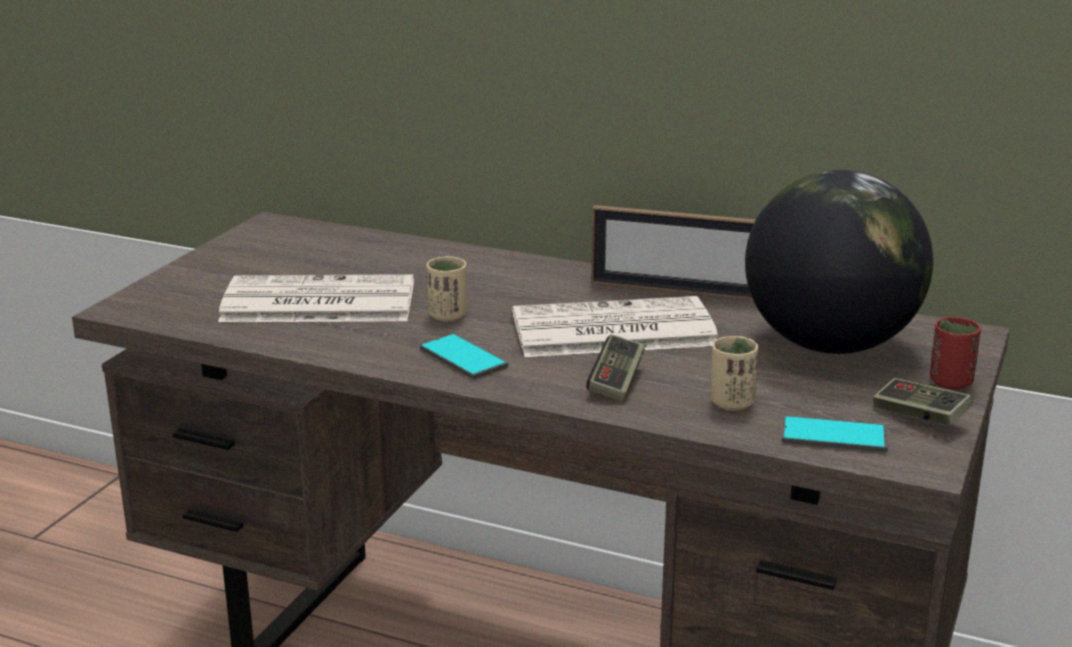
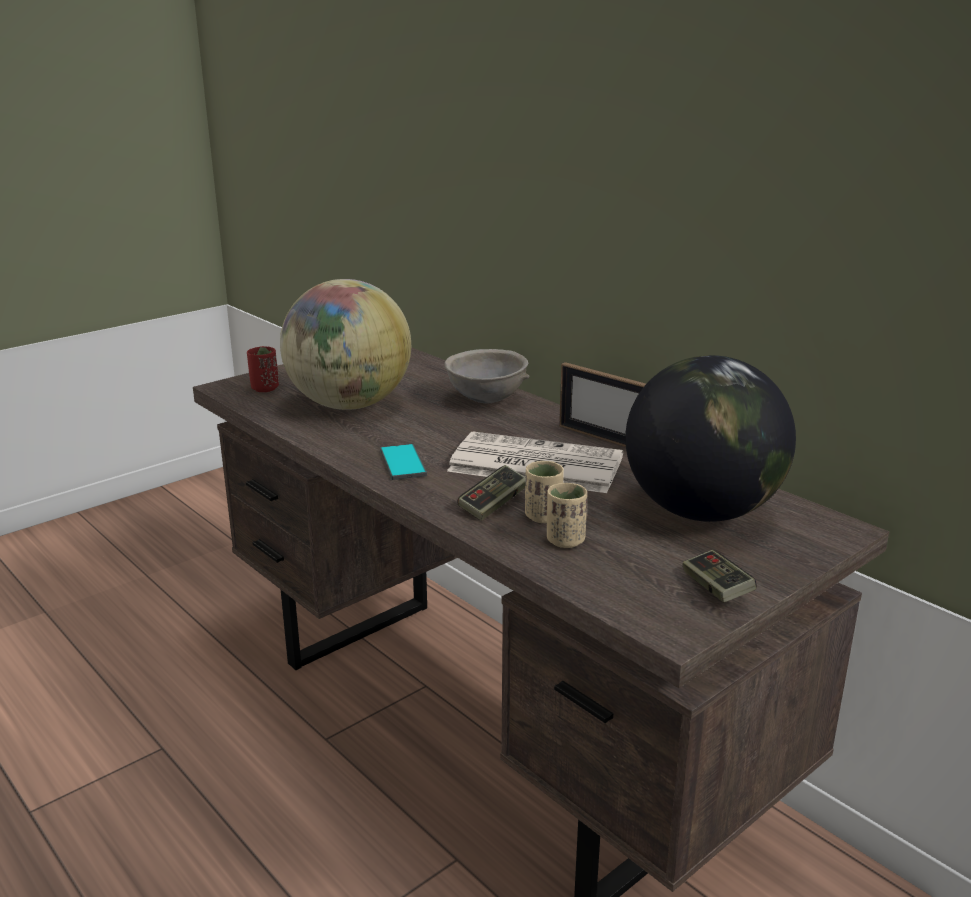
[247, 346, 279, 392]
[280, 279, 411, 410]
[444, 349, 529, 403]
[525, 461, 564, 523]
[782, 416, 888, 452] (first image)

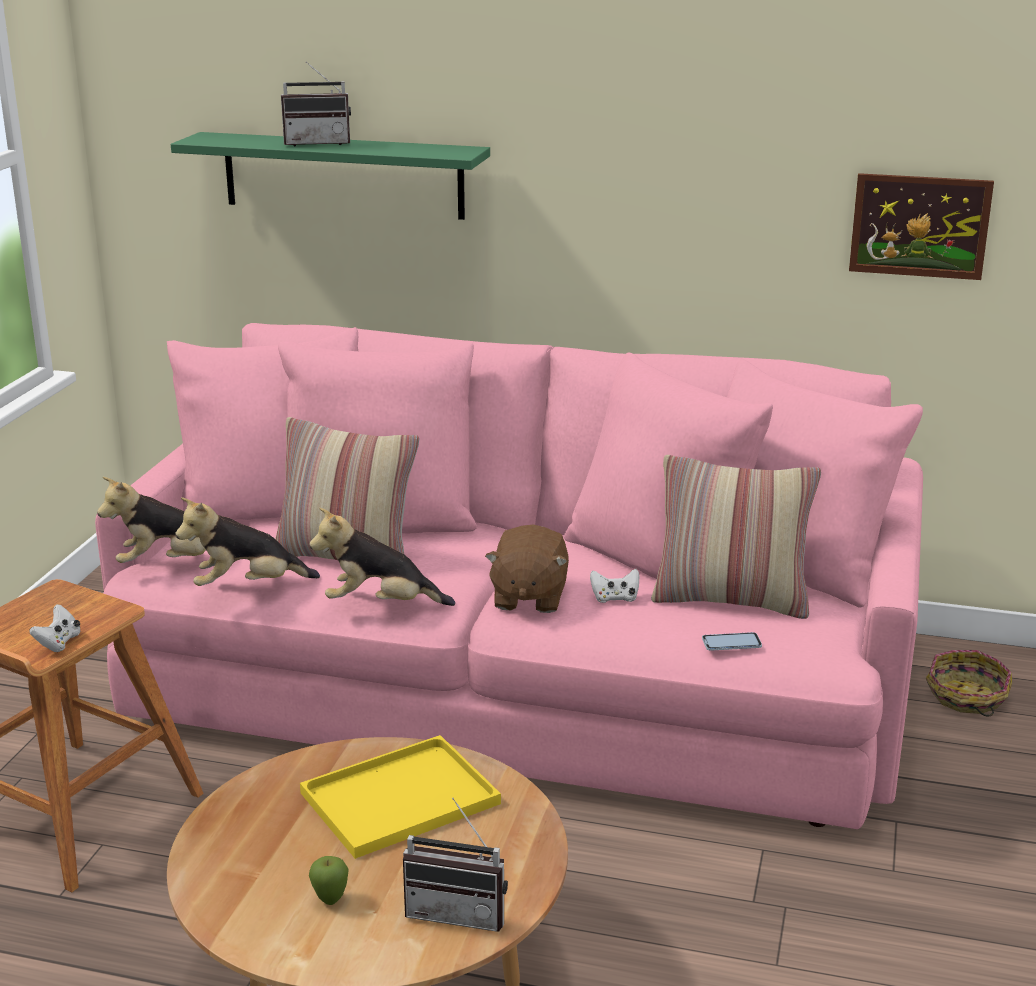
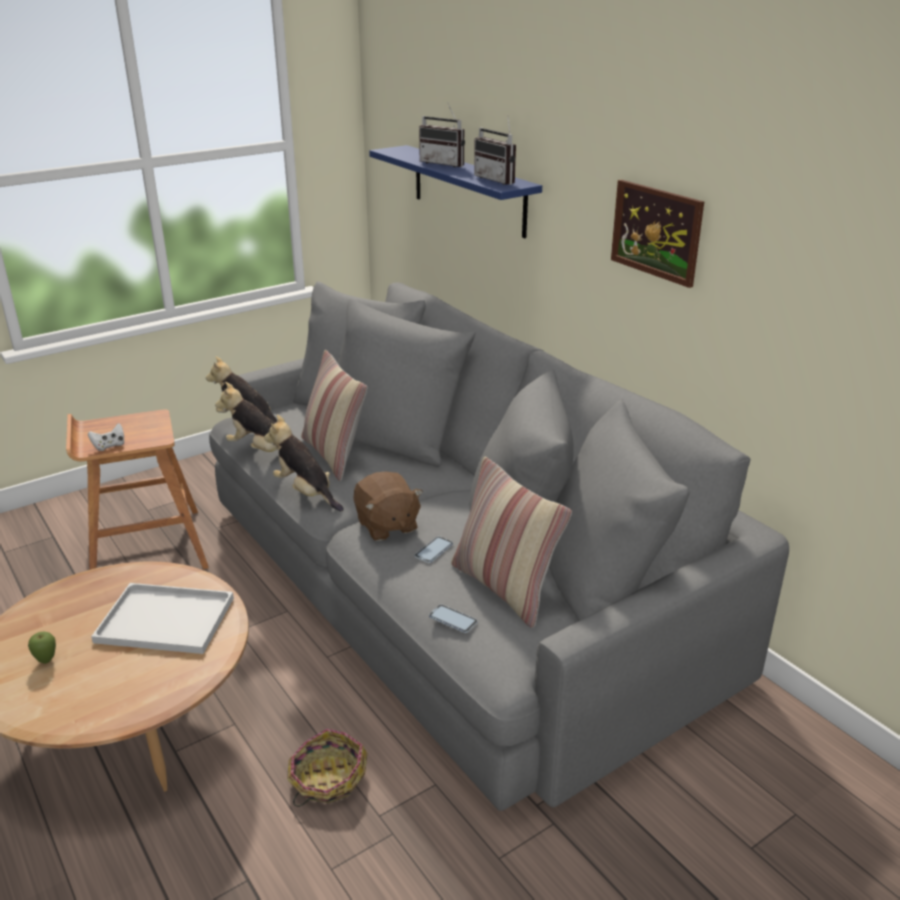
[91, 583, 234, 654]
[209, 282, 789, 811]
[287, 729, 367, 807]
[354, 472, 423, 541]
[369, 145, 542, 238]
[415, 536, 453, 563]
[474, 115, 516, 185]
[611, 180, 704, 288]

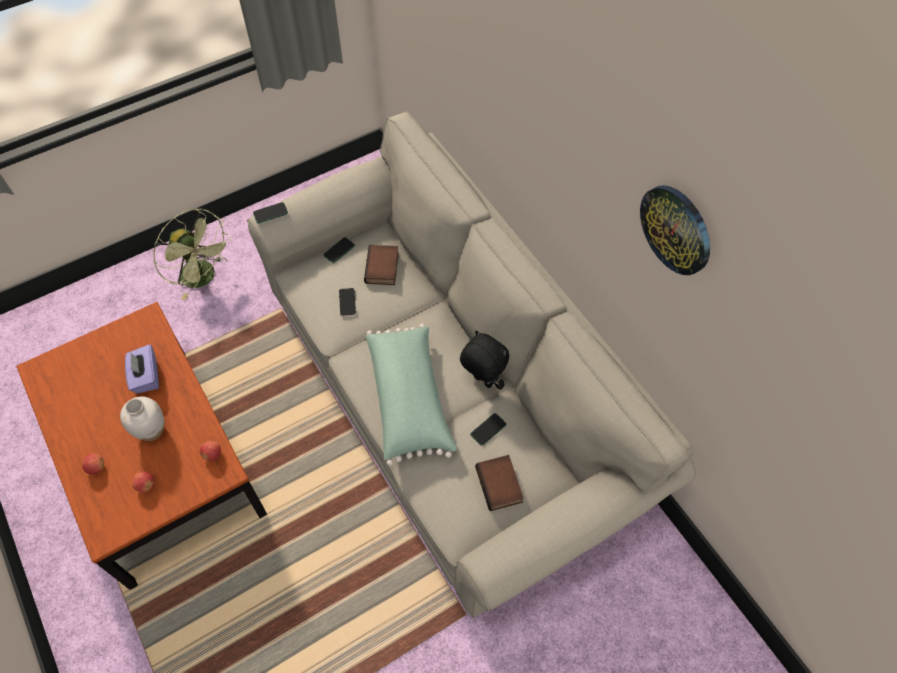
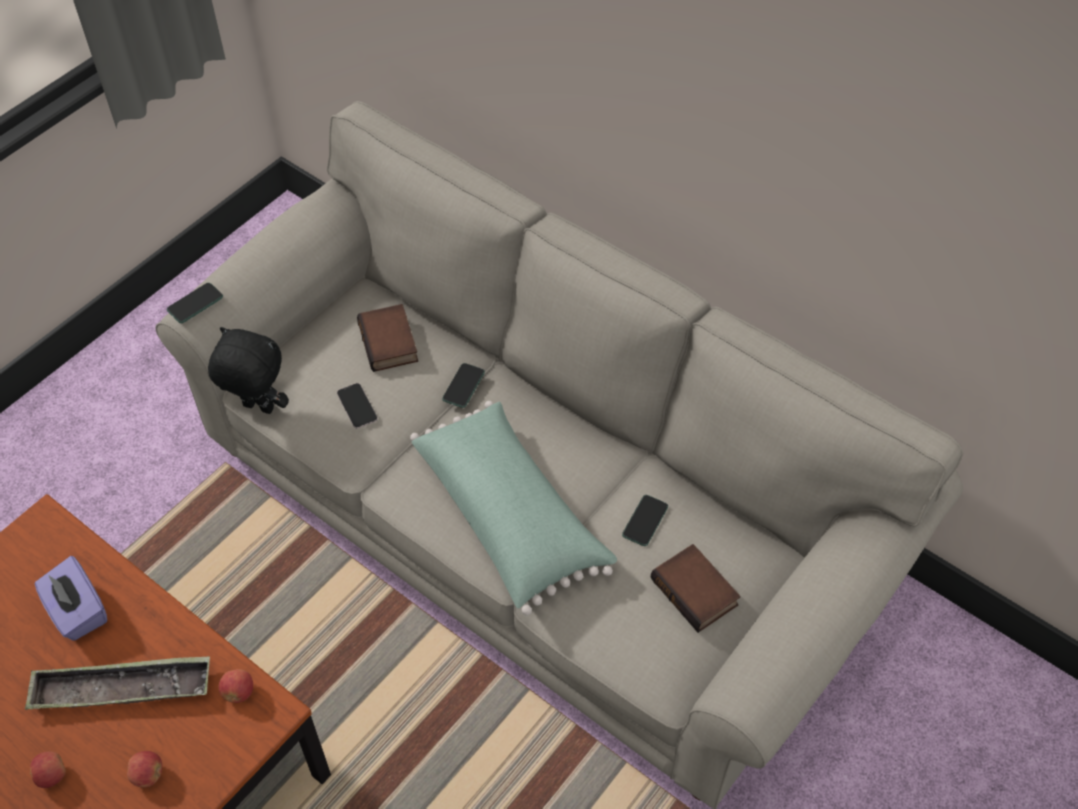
[25, 656, 210, 710]
[208, 327, 289, 414]
[442, 363, 485, 408]
[154, 208, 232, 300] (first image)
[640, 185, 710, 275] (first image)

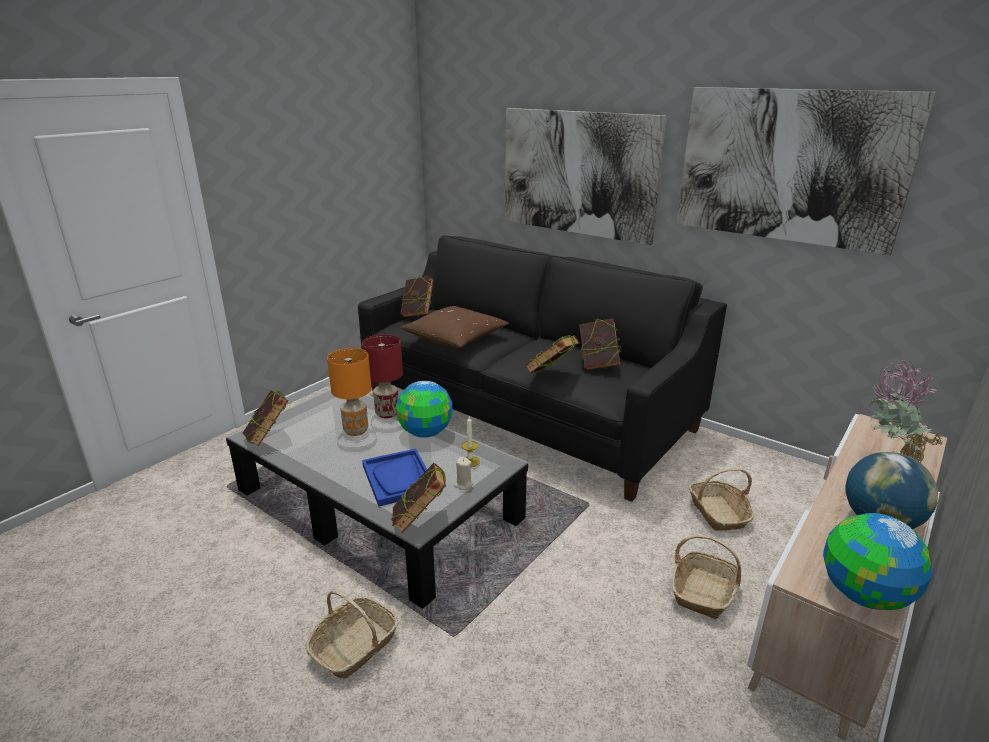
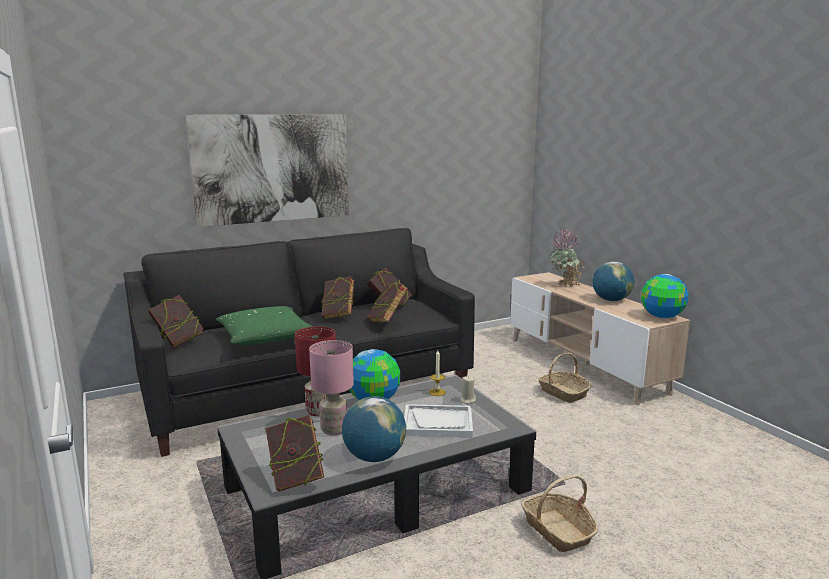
[216, 306, 314, 345]
[309, 340, 354, 436]
[321, 276, 355, 319]
[342, 396, 406, 462]
[404, 404, 473, 437]
[677, 87, 936, 255] (first image)
[689, 468, 754, 531] (first image)

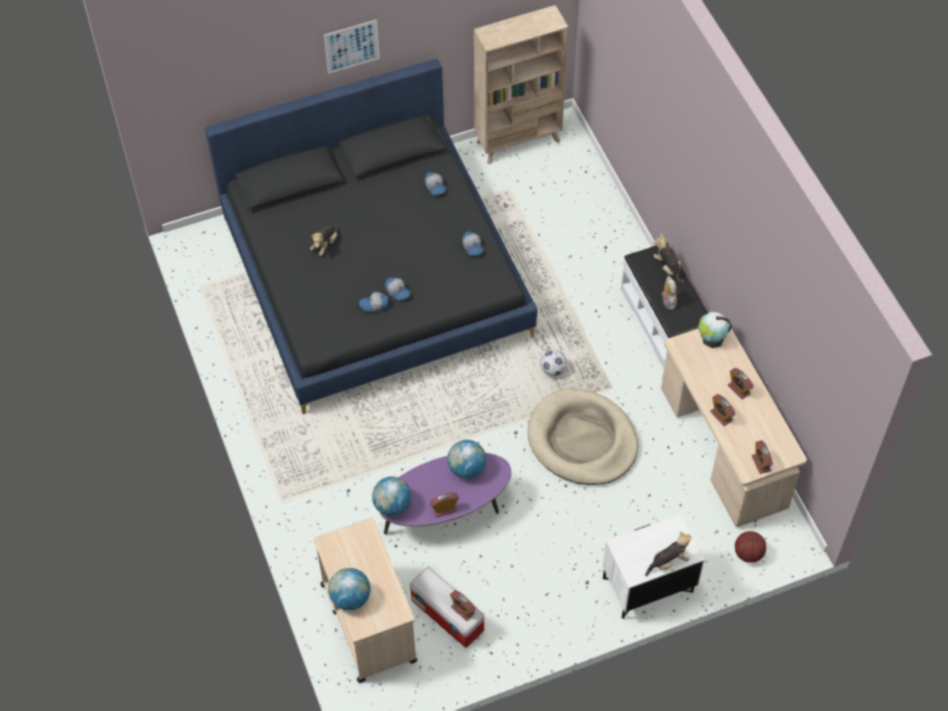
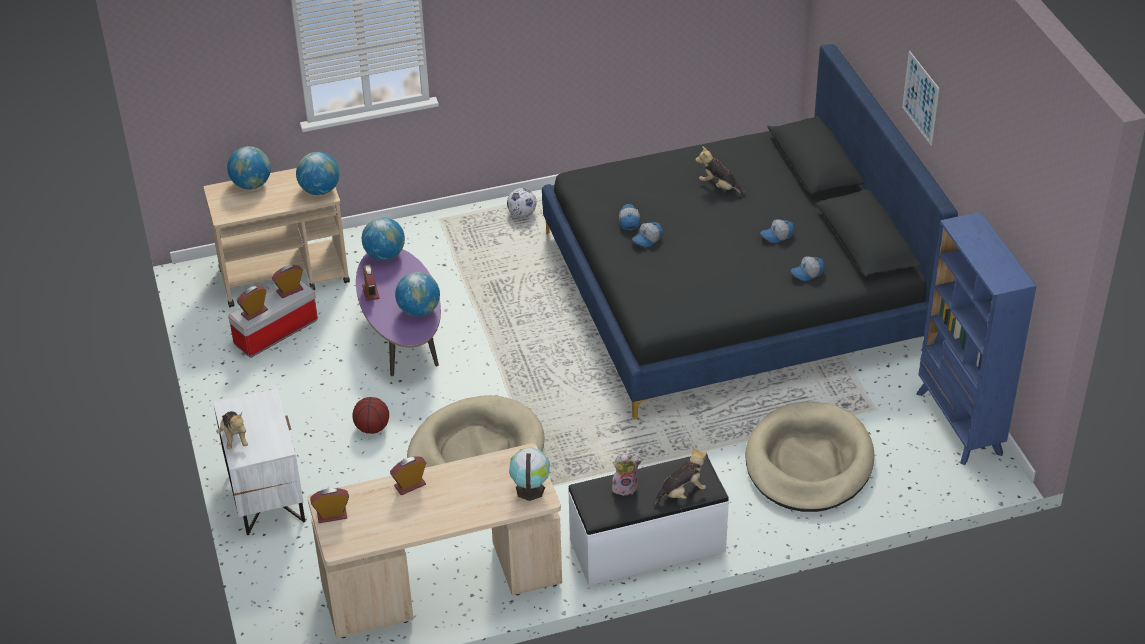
[272, 265, 303, 298]
[296, 152, 340, 195]
[352, 397, 389, 434]
[507, 188, 537, 218]
[745, 402, 874, 512]
[760, 219, 794, 243]
[916, 212, 1036, 465]

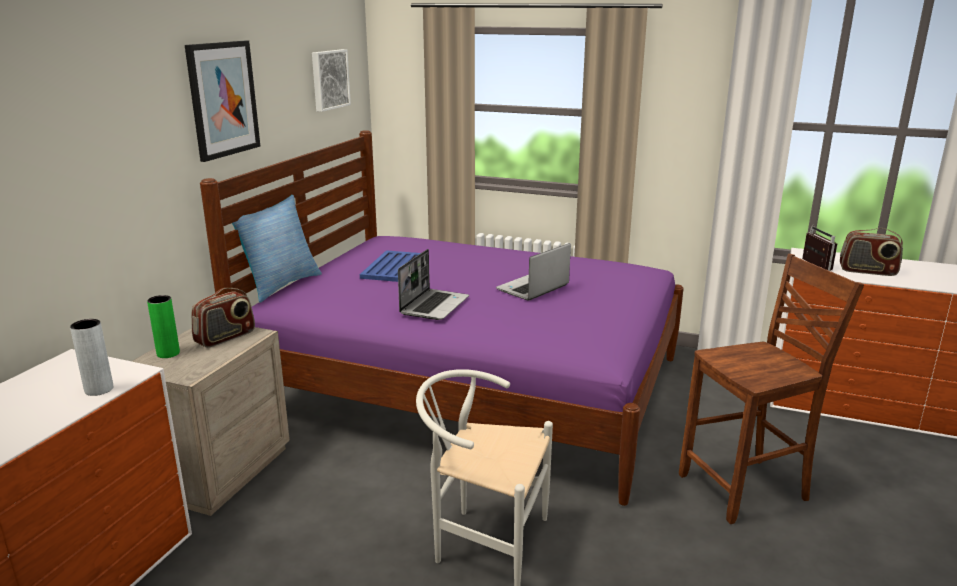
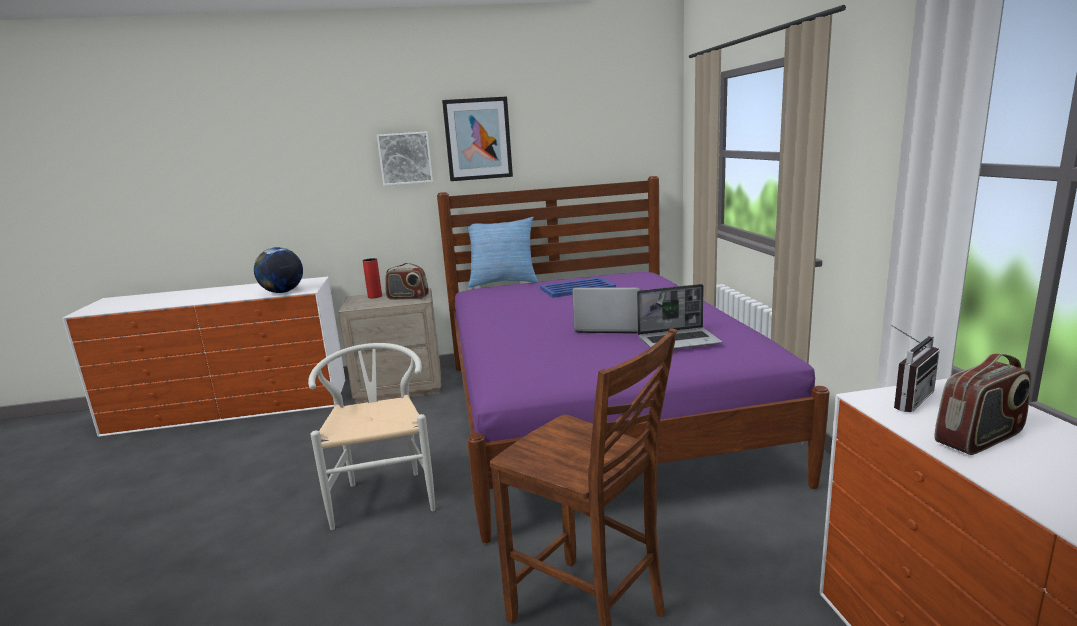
[254, 247, 303, 293]
[363, 258, 382, 298]
[377, 131, 433, 186]
[637, 284, 723, 349]
[935, 354, 1031, 455]

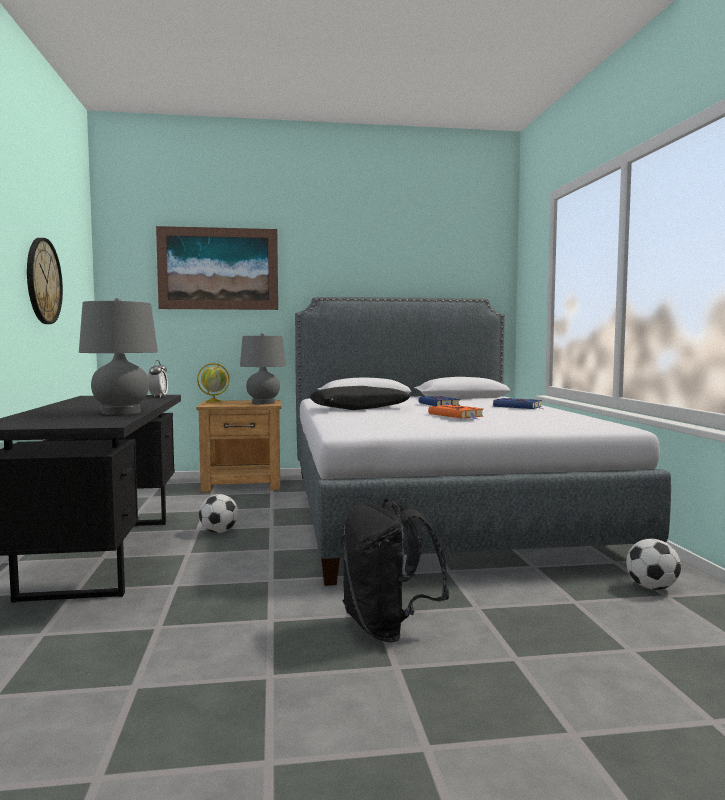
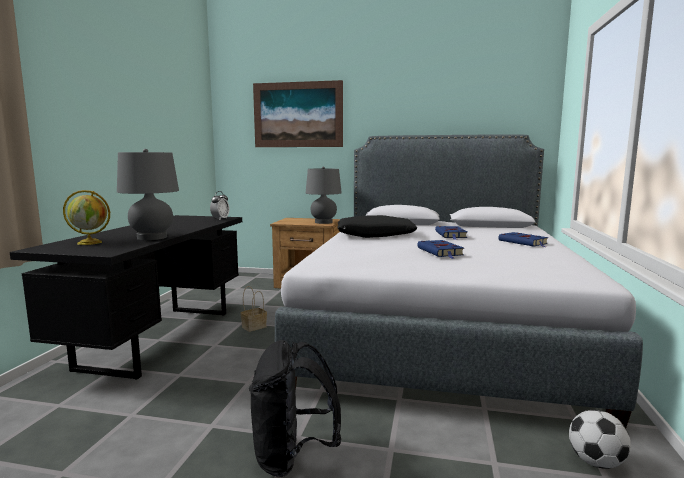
[63, 190, 110, 245]
[240, 286, 267, 332]
[417, 240, 464, 259]
[27, 238, 63, 324] (first image)

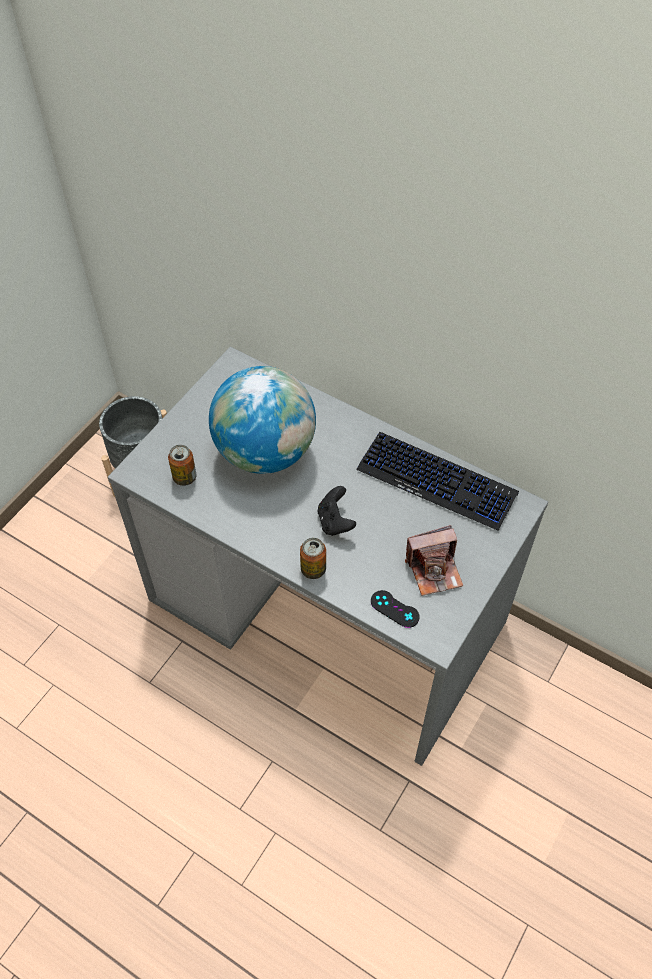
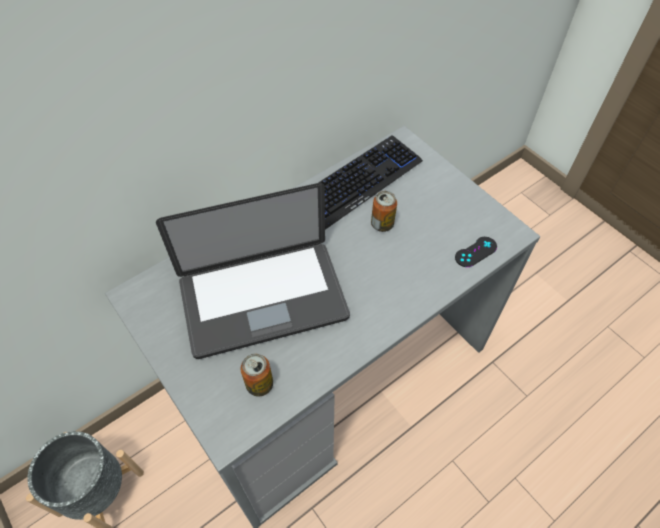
[156, 183, 350, 359]
[371, 191, 397, 232]
[318, 486, 356, 536] (first image)
[405, 525, 463, 596] (first image)

